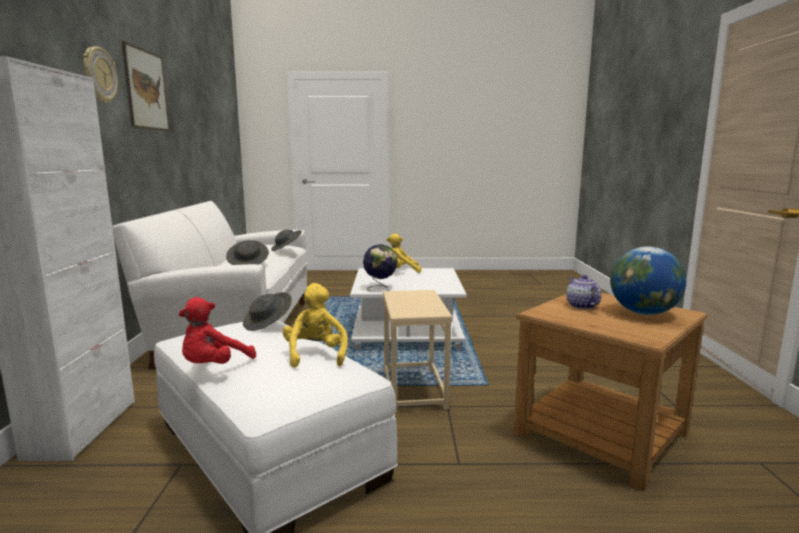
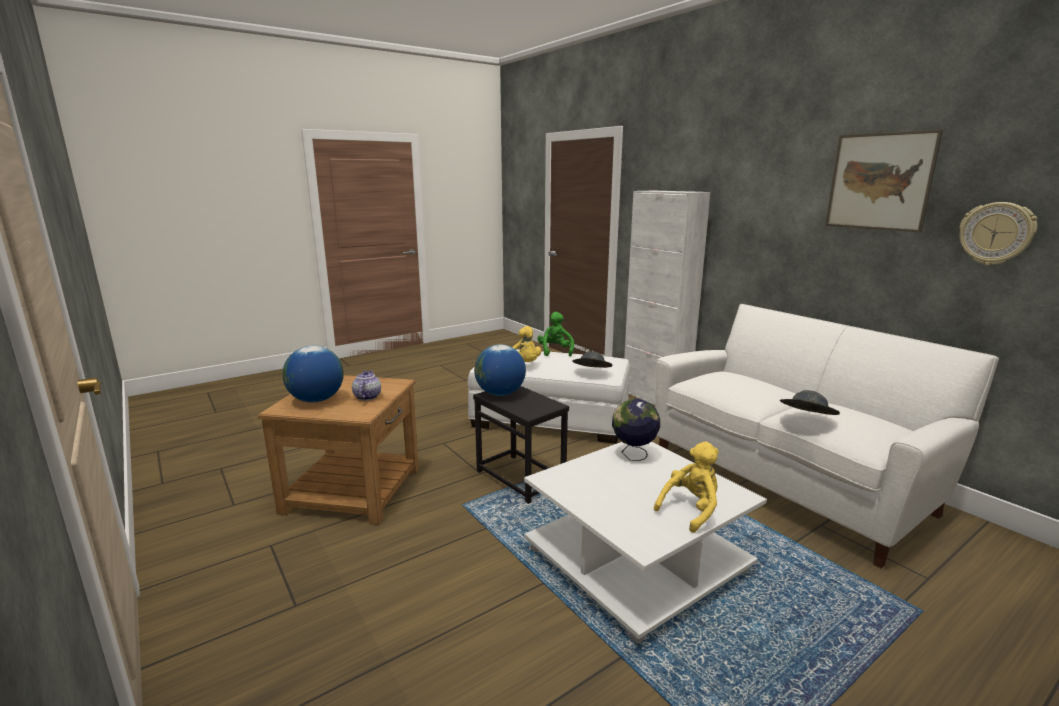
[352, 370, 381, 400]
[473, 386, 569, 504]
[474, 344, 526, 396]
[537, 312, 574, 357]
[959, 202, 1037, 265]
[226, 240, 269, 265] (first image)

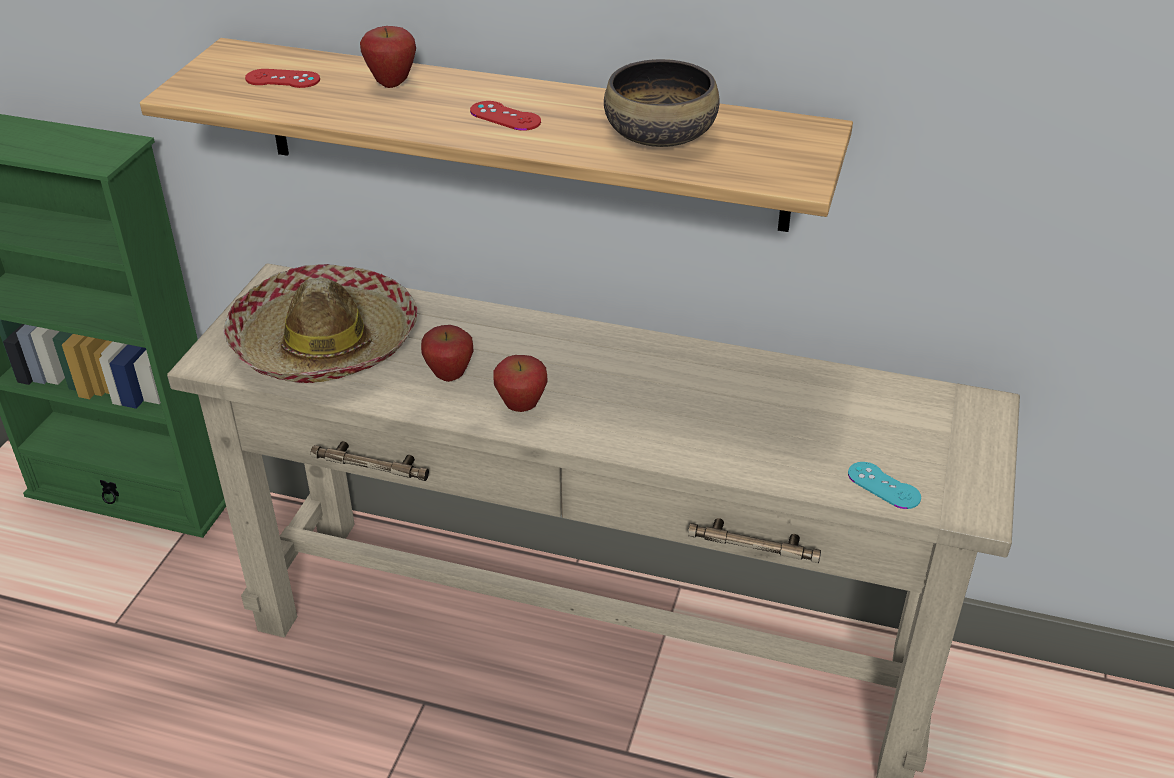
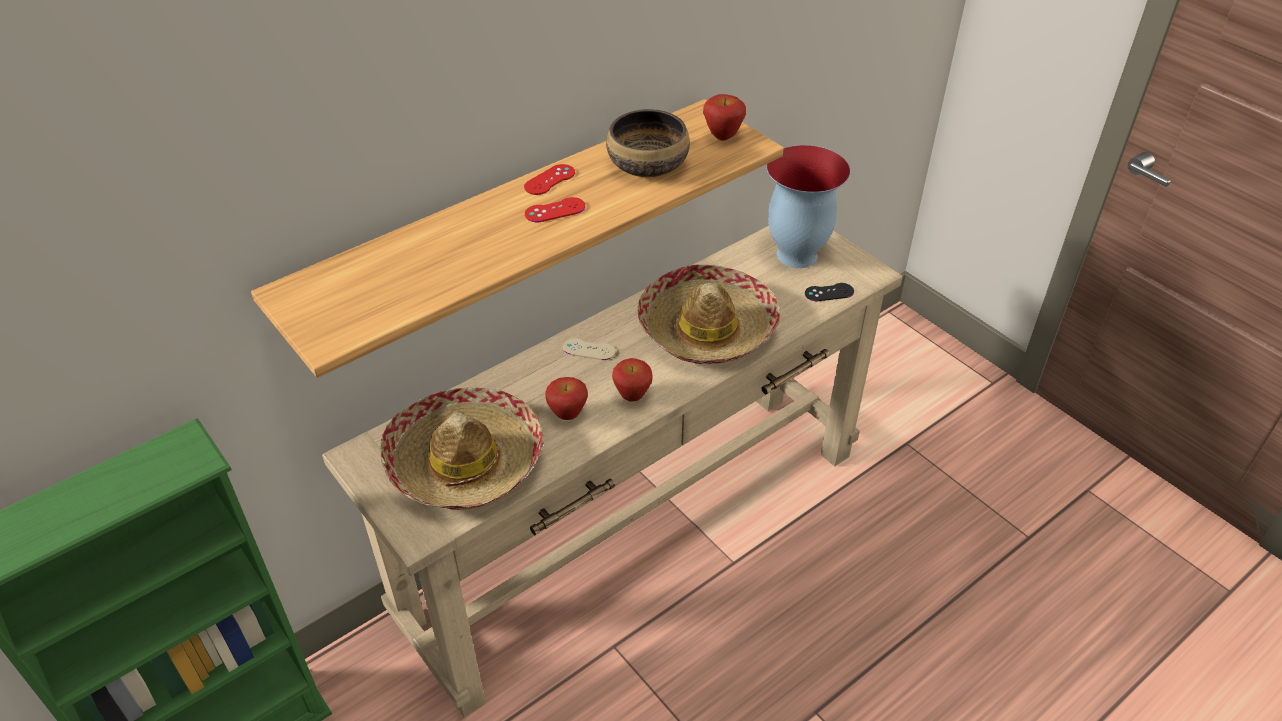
[524, 164, 575, 195]
[563, 338, 615, 360]
[638, 265, 780, 364]
[703, 94, 746, 141]
[766, 145, 851, 268]
[805, 283, 854, 301]

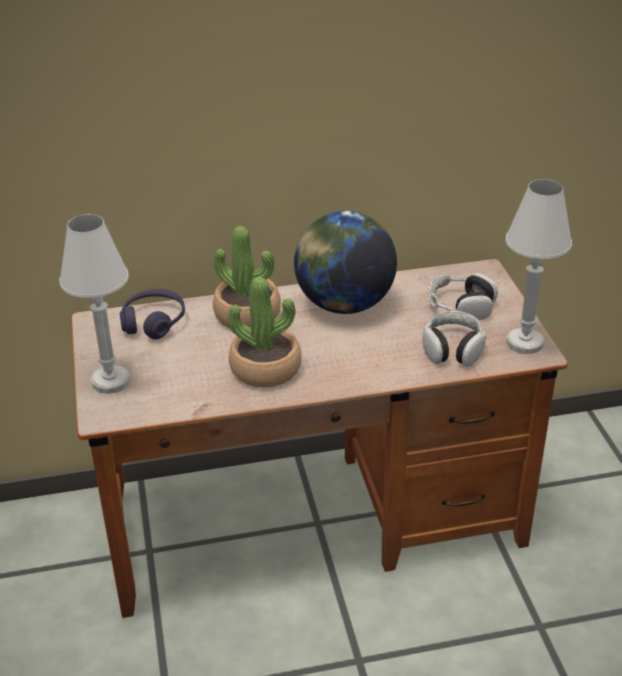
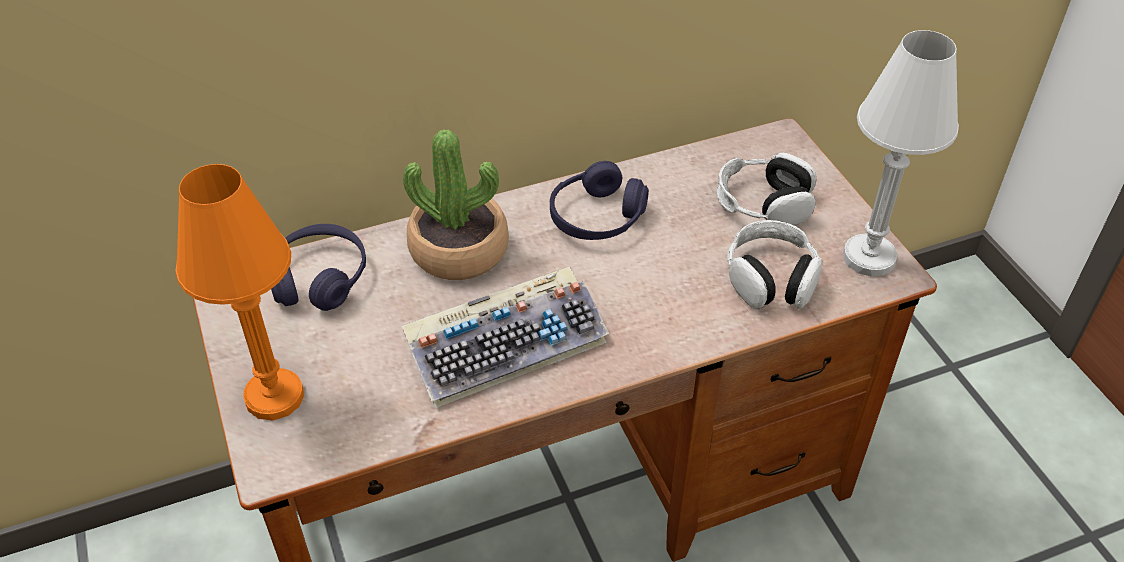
[176, 164, 304, 420]
[402, 267, 609, 408]
[550, 161, 649, 240]

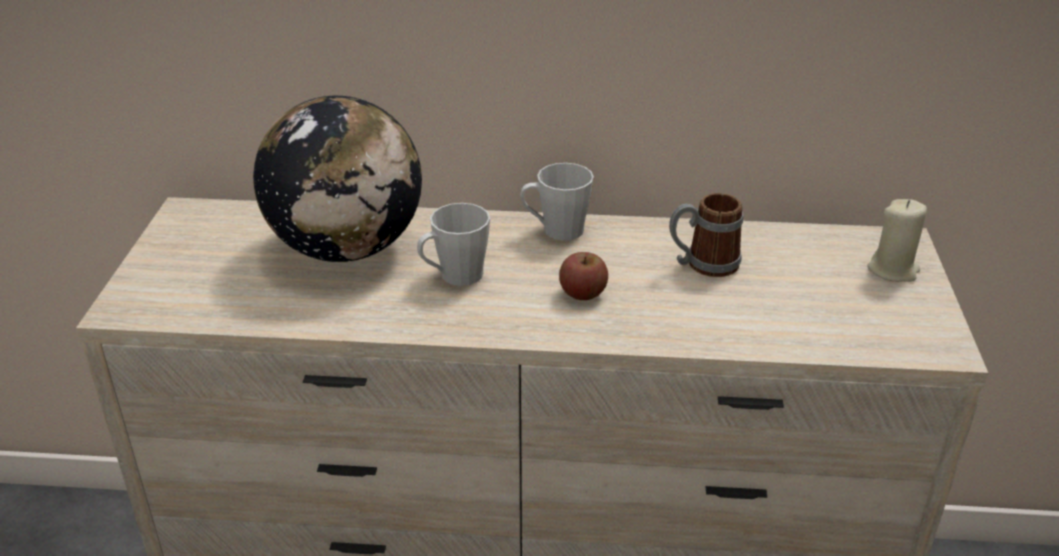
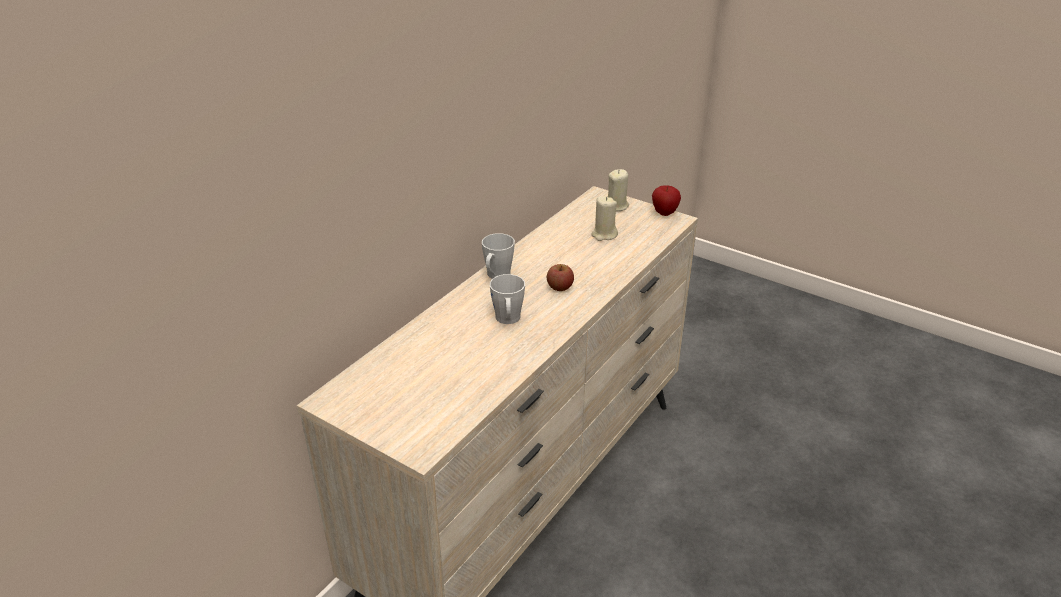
[591, 196, 618, 241]
[652, 185, 681, 216]
[253, 96, 422, 262] (first image)
[669, 193, 743, 277] (first image)

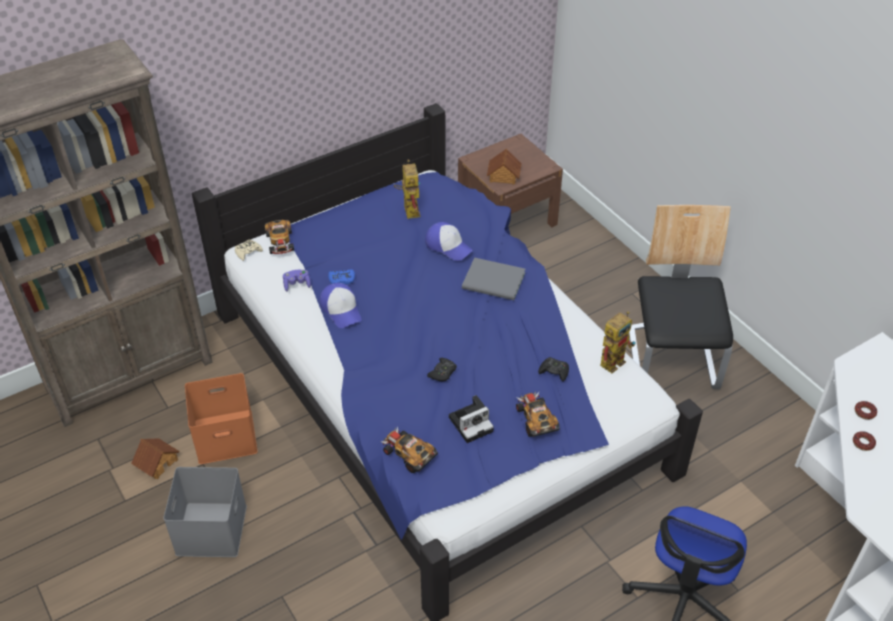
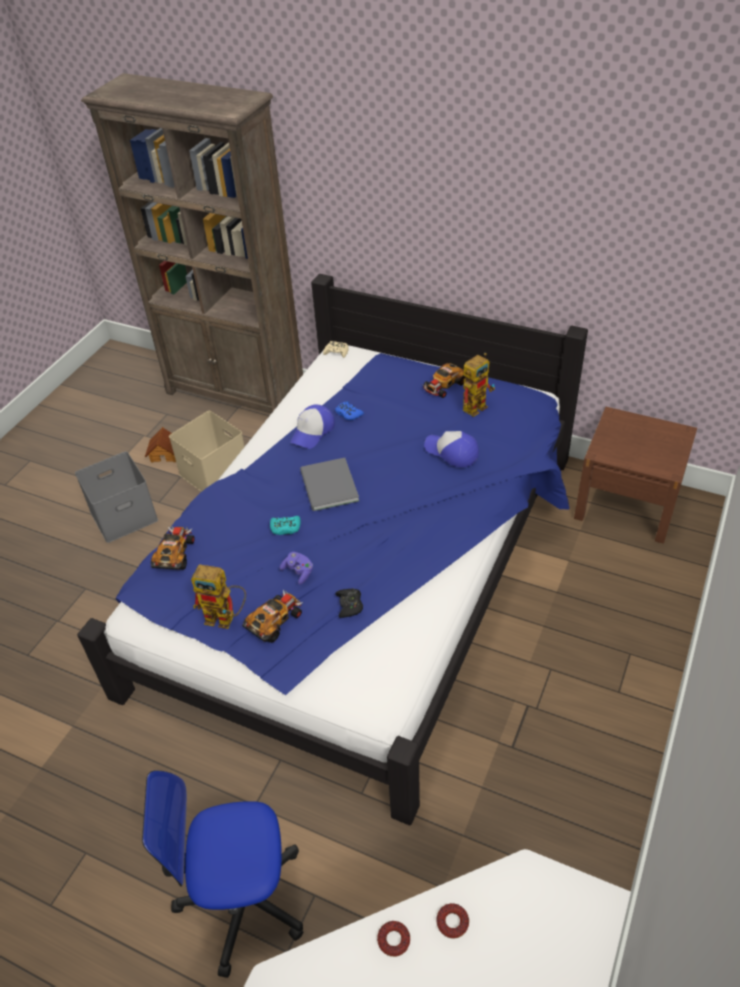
[169, 411, 245, 492]
[191, 564, 246, 629]
[270, 516, 301, 535]
[280, 552, 313, 585]
[300, 458, 359, 511]
[422, 363, 465, 398]
[424, 431, 479, 467]
[449, 395, 494, 443] (first image)
[487, 149, 522, 185] (first image)
[629, 205, 733, 389] (first image)

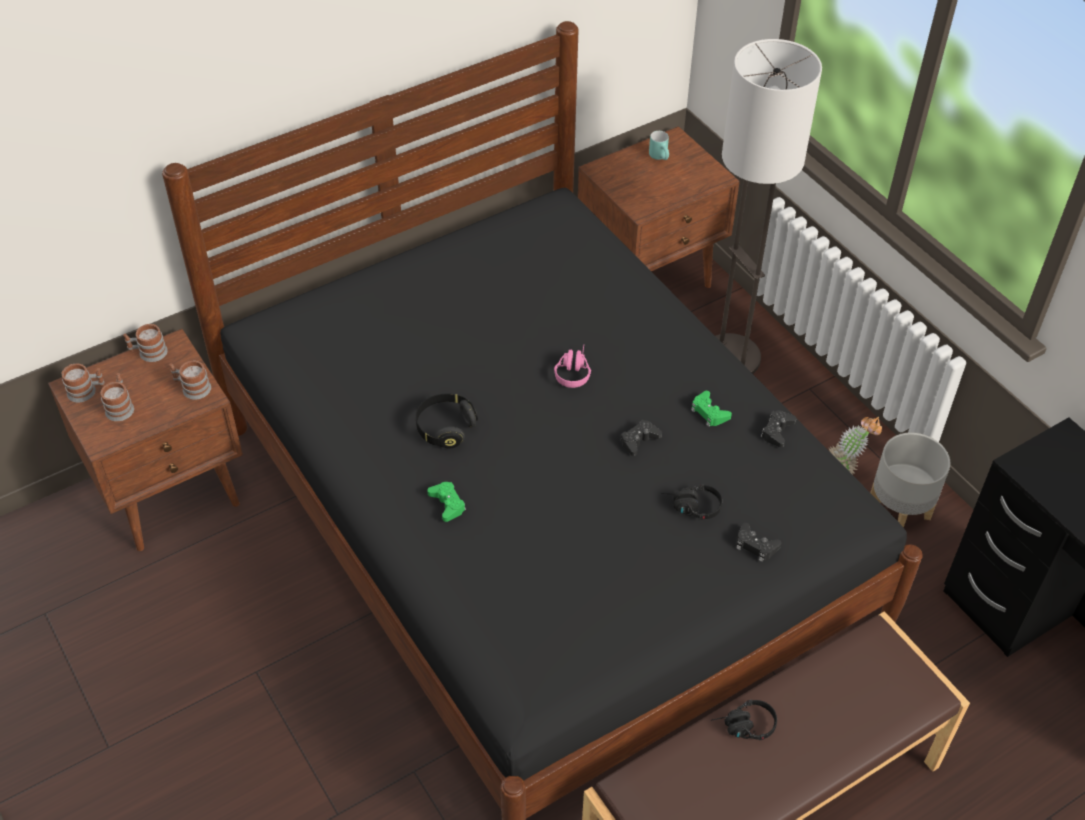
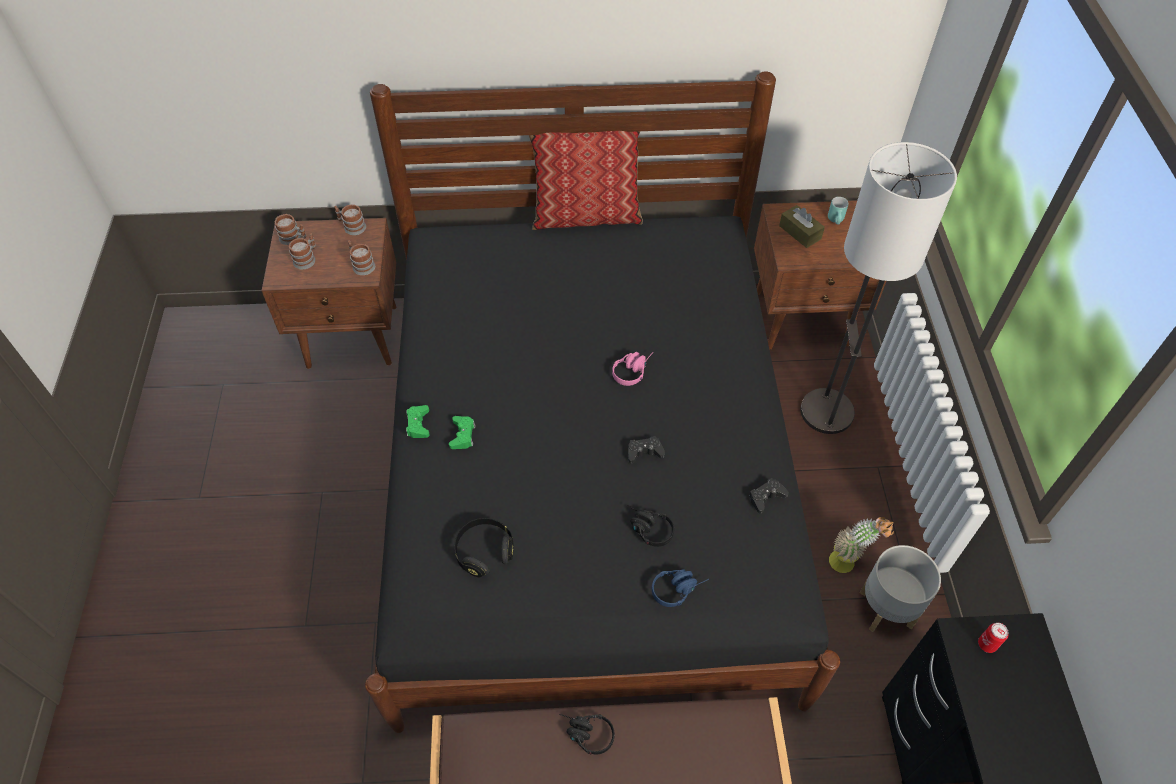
[406, 405, 430, 438]
[454, 518, 514, 577]
[529, 131, 643, 230]
[652, 569, 709, 607]
[779, 205, 825, 248]
[978, 623, 1008, 653]

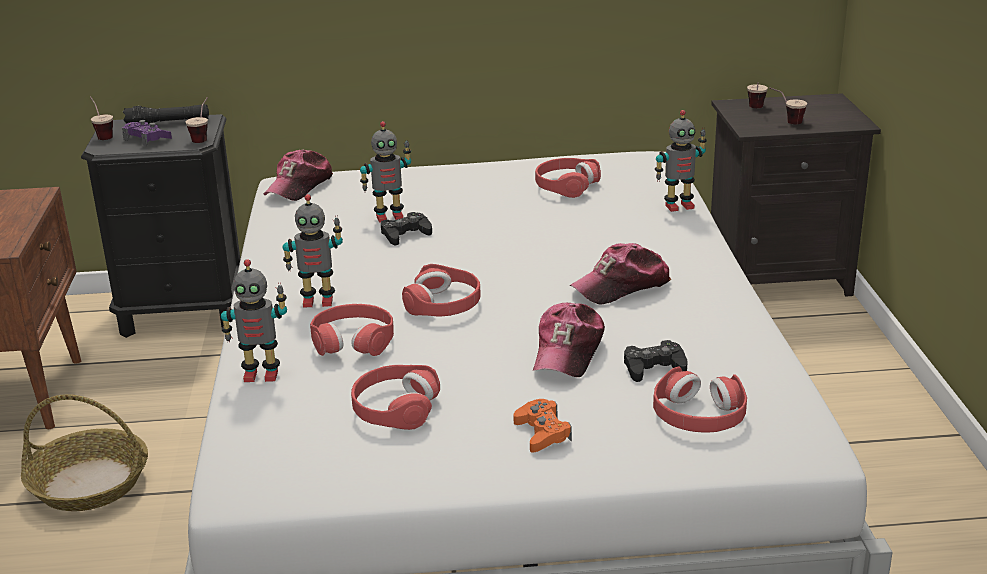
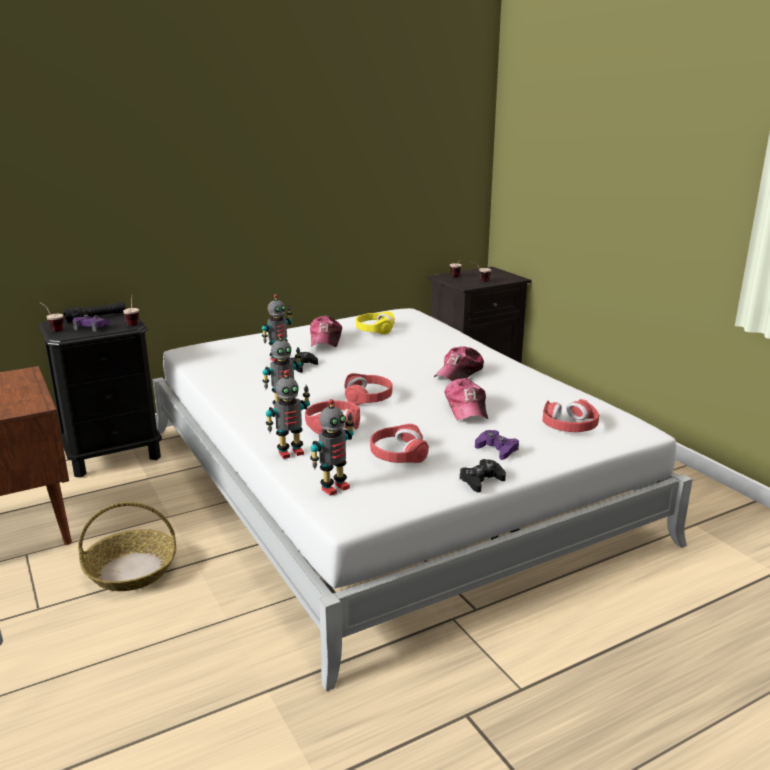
[310, 315, 342, 347]
[310, 399, 354, 496]
[356, 311, 395, 335]
[459, 459, 506, 493]
[475, 430, 519, 460]

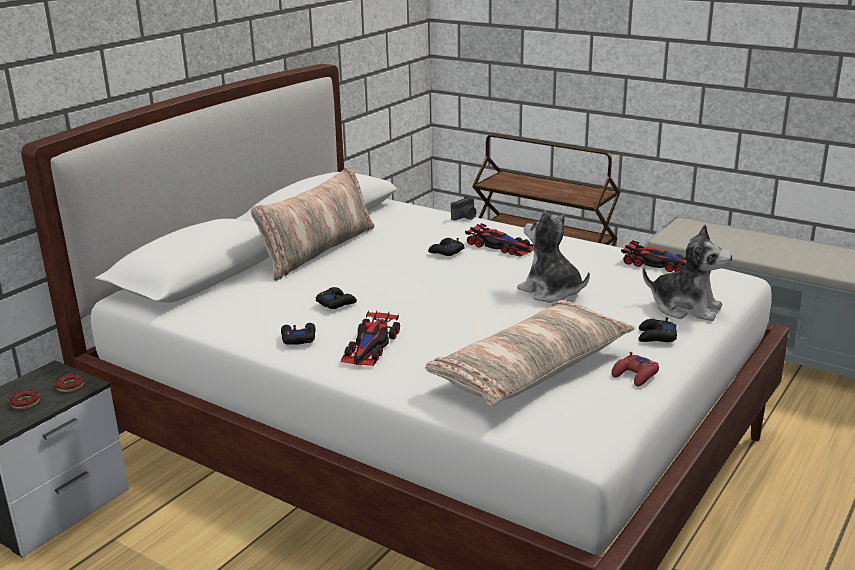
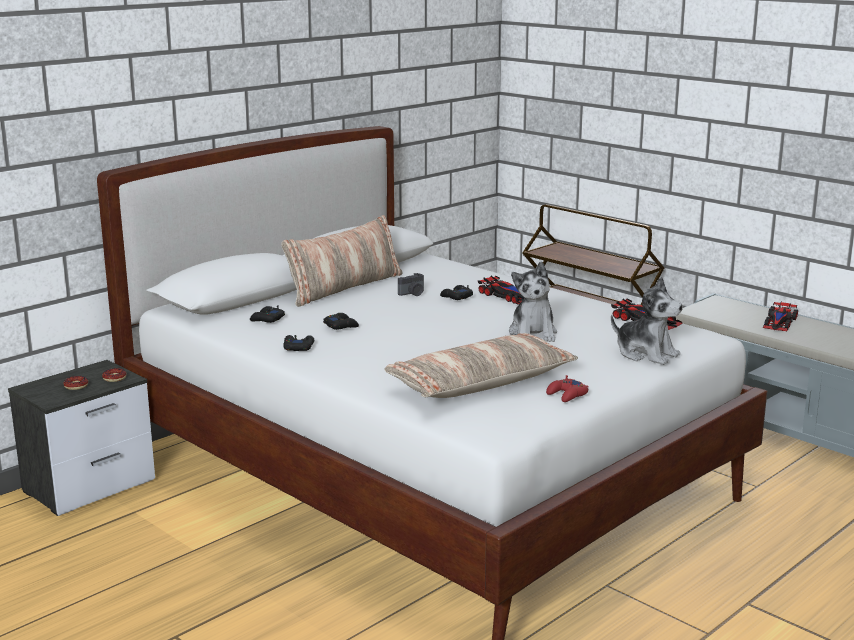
[250, 305, 285, 323]
[398, 273, 424, 296]
[509, 261, 557, 342]
[763, 302, 798, 331]

